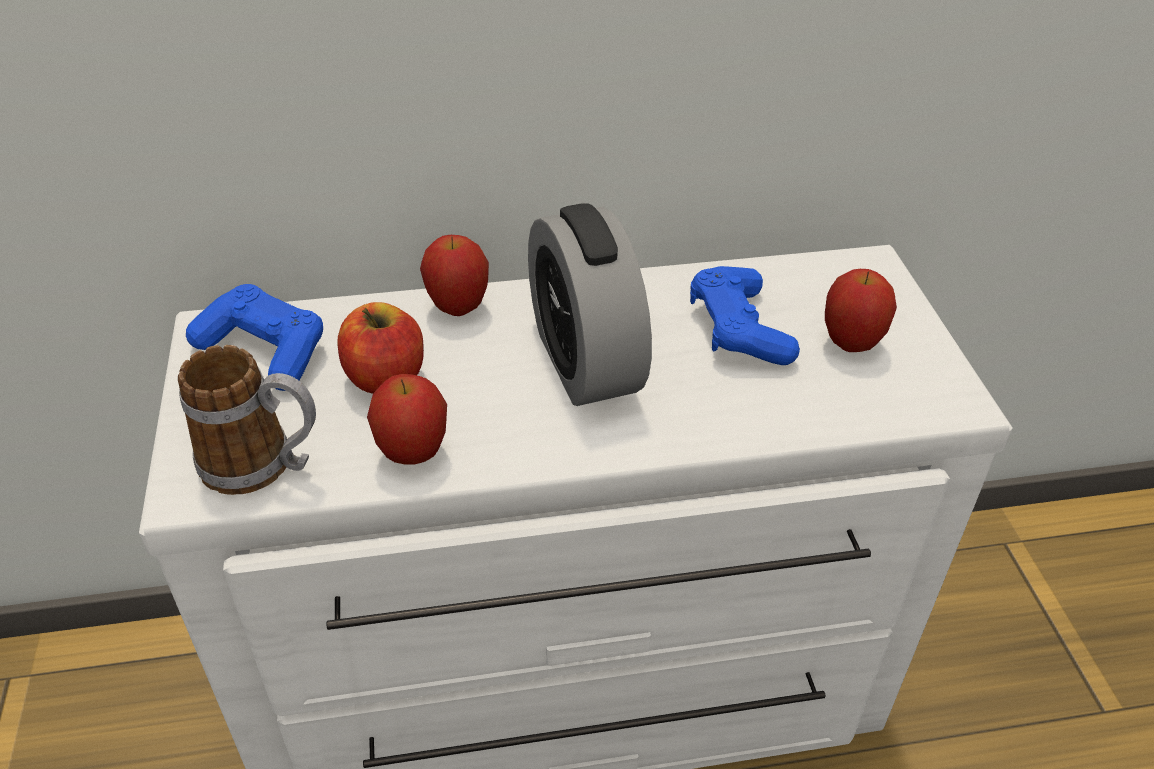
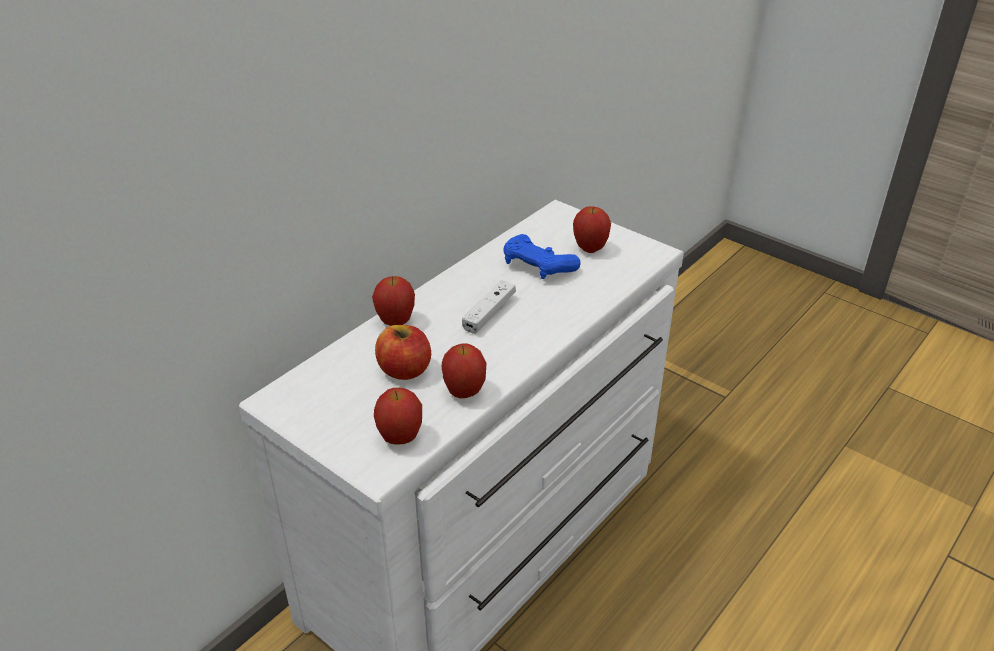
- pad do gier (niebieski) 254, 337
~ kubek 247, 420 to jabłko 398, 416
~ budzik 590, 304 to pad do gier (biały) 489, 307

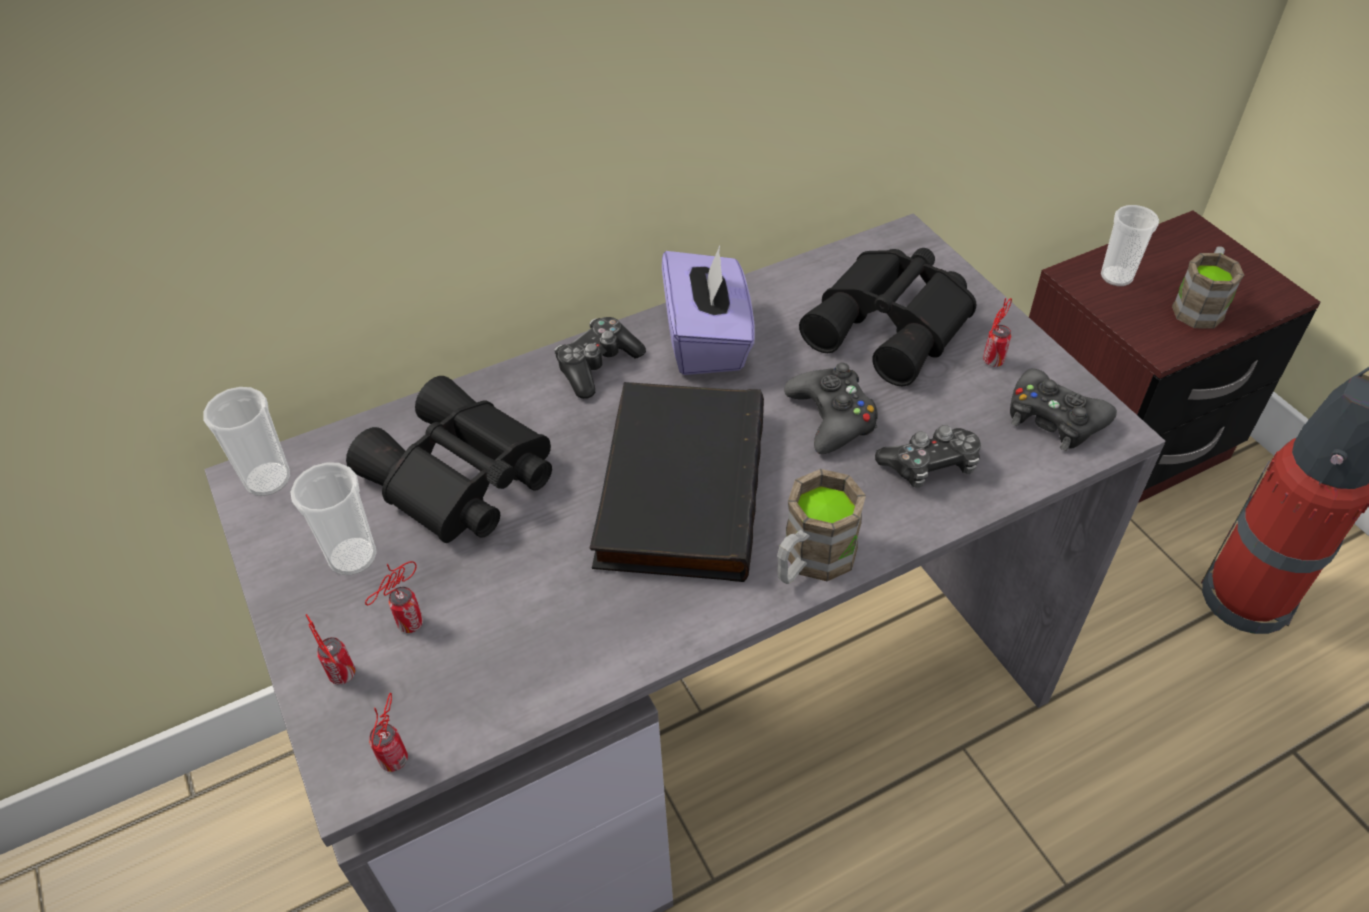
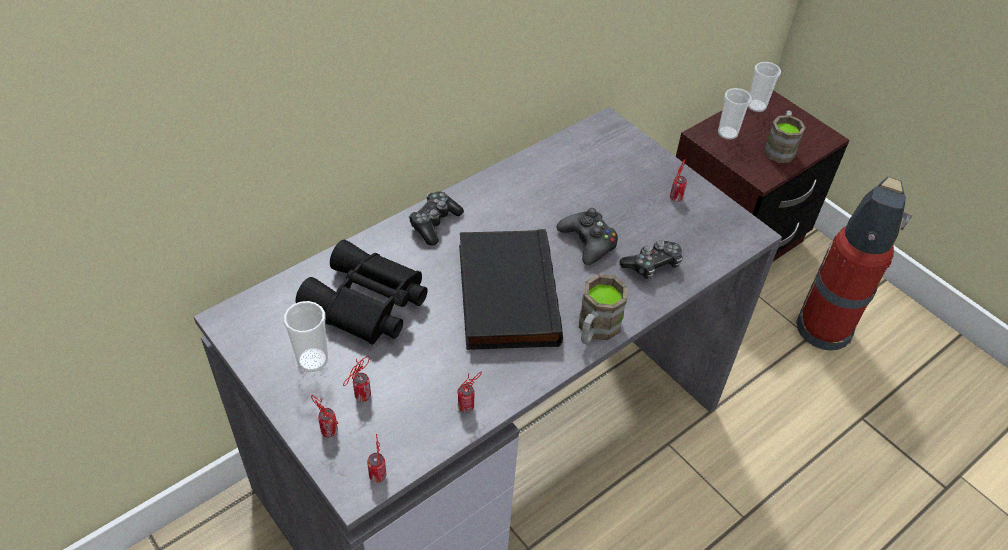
- pudełko chusteczek (fioletowy) 708, 310
- lornetka (czarny) 887, 317
- pad do gier (czarny) 1063, 409
+ puszka 469, 392
~ filiżanka 246, 441 to 764, 87

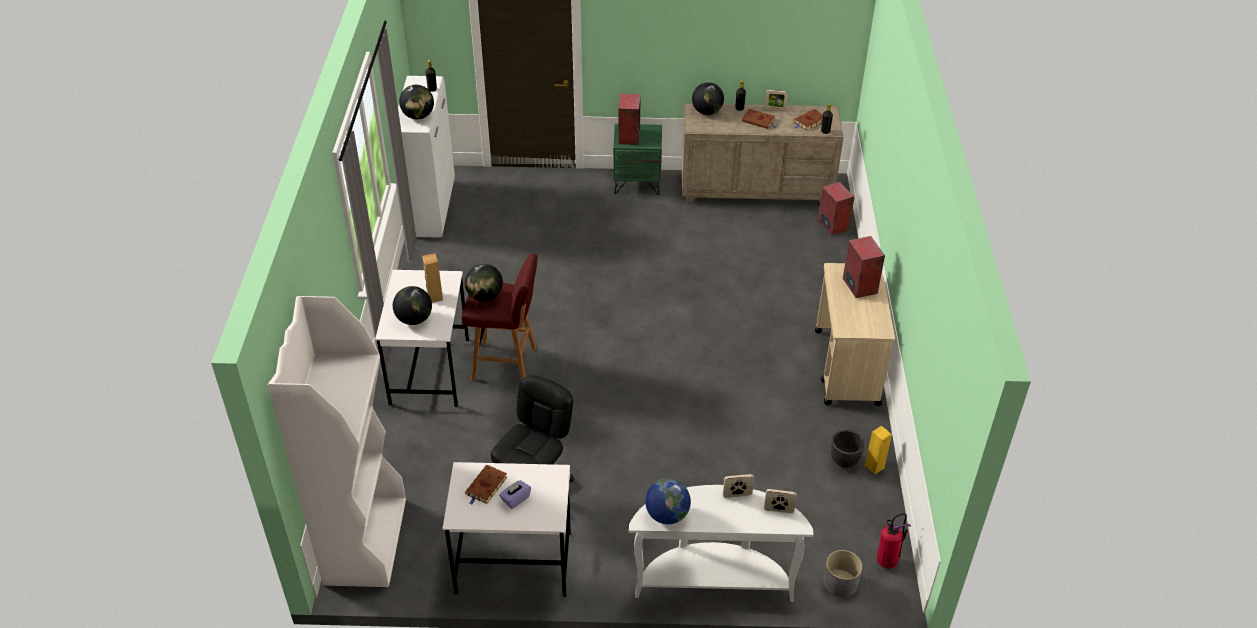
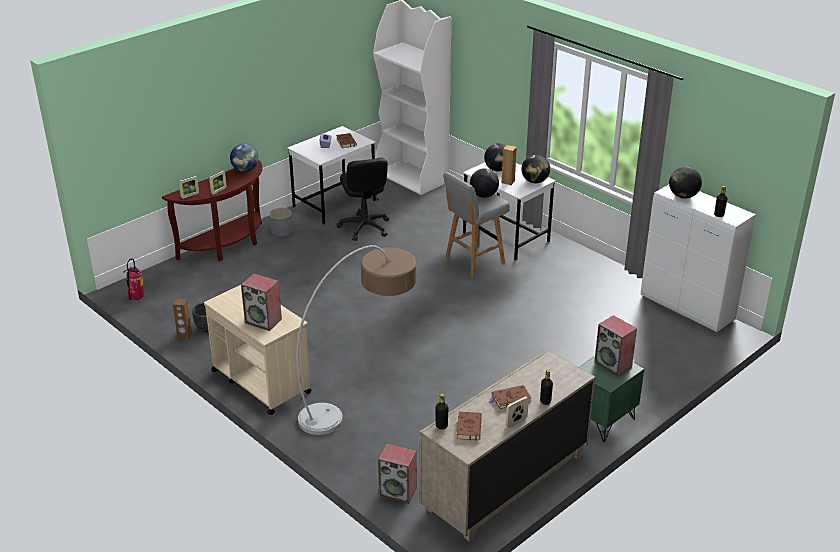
+ lampa stojąca 356, 340
~ globus 708, 98 to 535, 169
~ donica (szary) 843, 573 to 281, 222
~ stołek (czerwony) 500, 317 to stołek (szary) 476, 225
~ stolik konsolowy (biały) 721, 543 to stolik konsolowy (brązowy) 212, 210
~ głośnik (żółty) 878, 449 to głośnik (brązowy) 182, 319

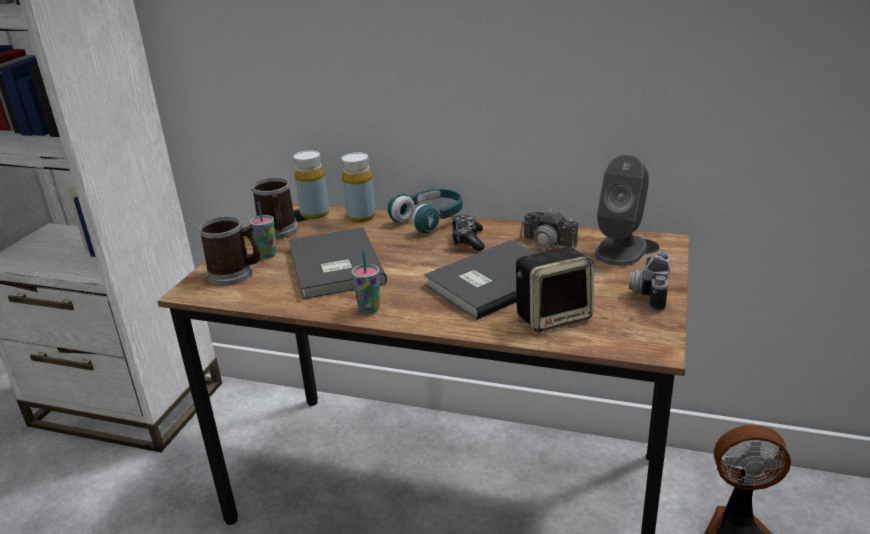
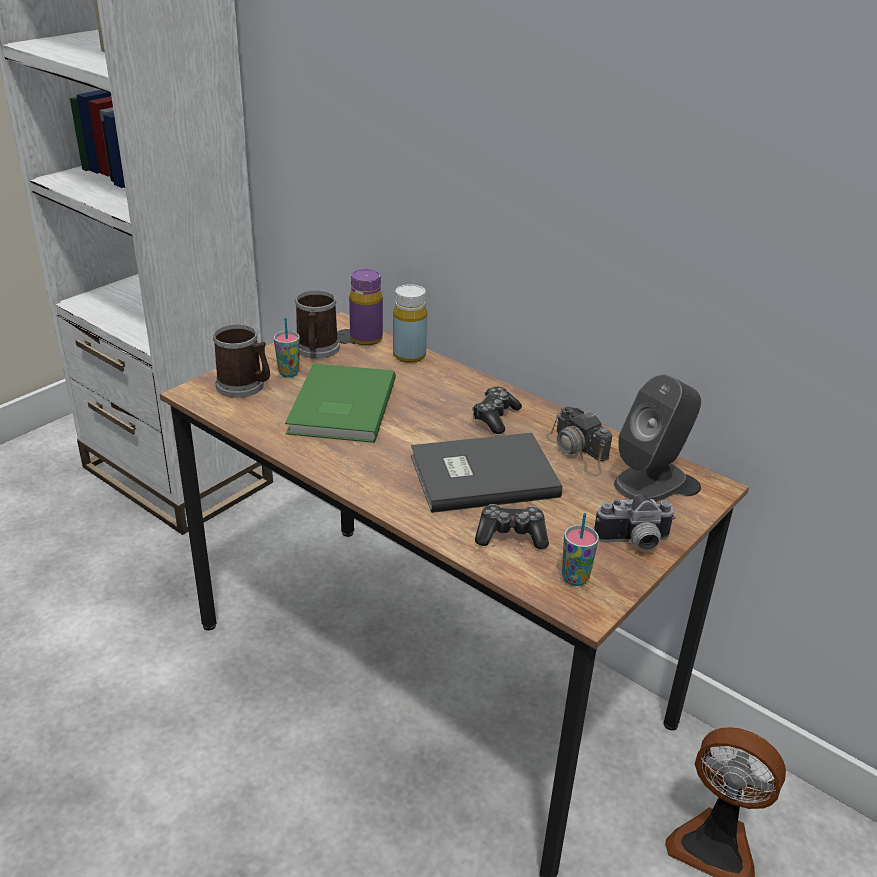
- słuchawki (turkusowy) 425, 211
~ filiżanka 365, 282 to 580, 549
~ głośnik 555, 289 to pad do gier 512, 526
~ książka (szary) 338, 263 to książka (zielony) 340, 403
~ butelka (żółty) 311, 184 to butelka (fioletowy) 366, 307
~ aparat fotograficzny 649, 281 = 635, 522 135 degrees counterclockwise

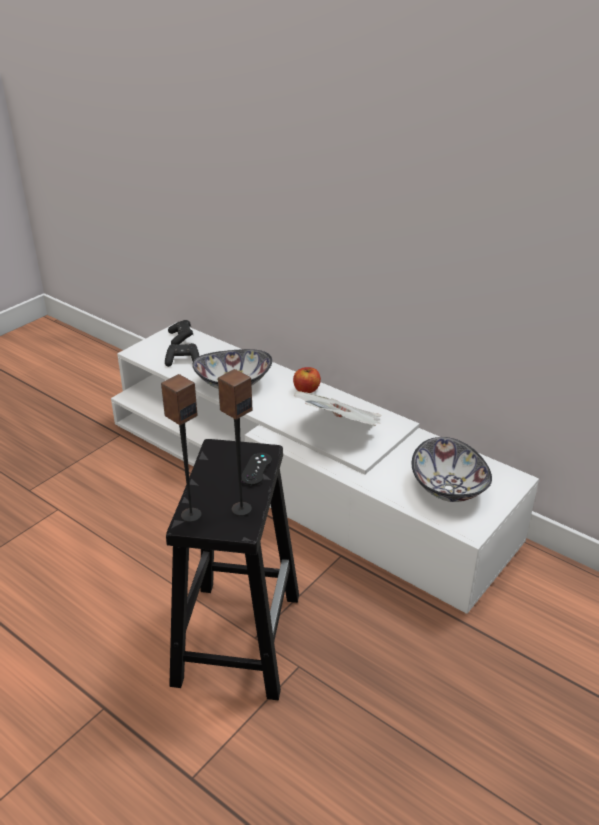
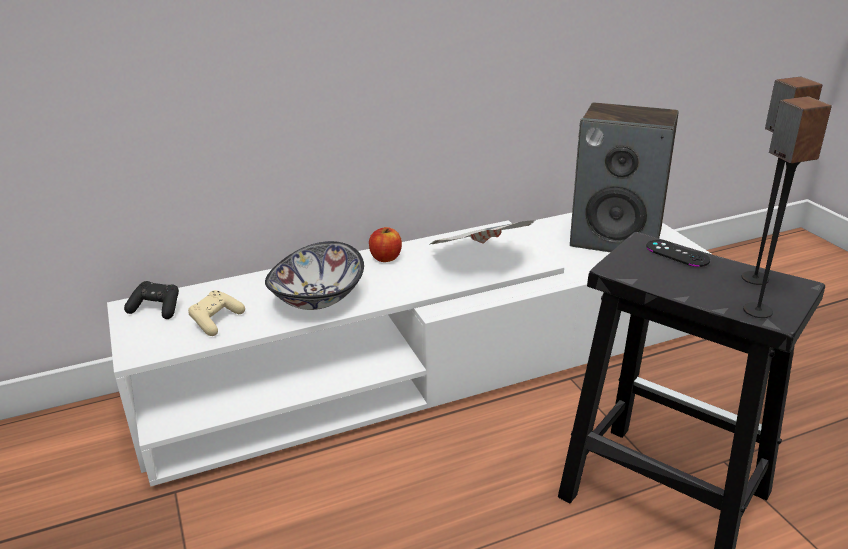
~ miska 452, 469 to głośnik 624, 177
~ pad do gier (czarny) 182, 355 to pad do gier (beżowy) 216, 313

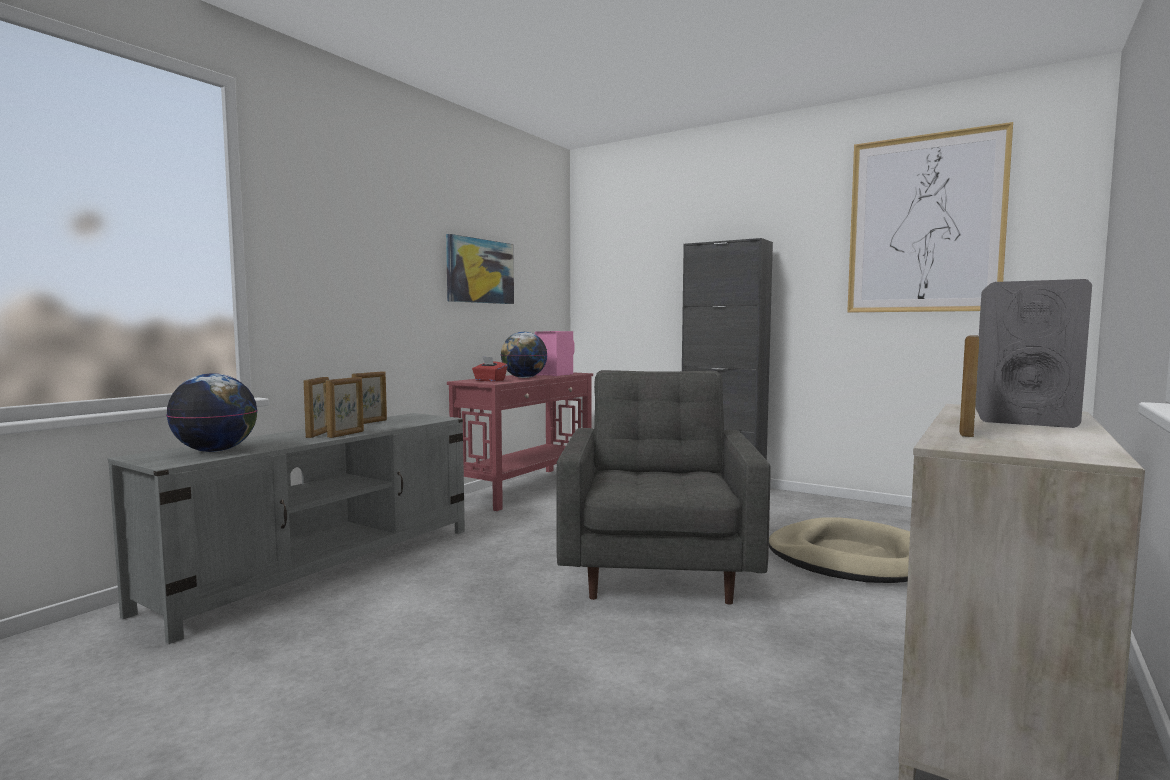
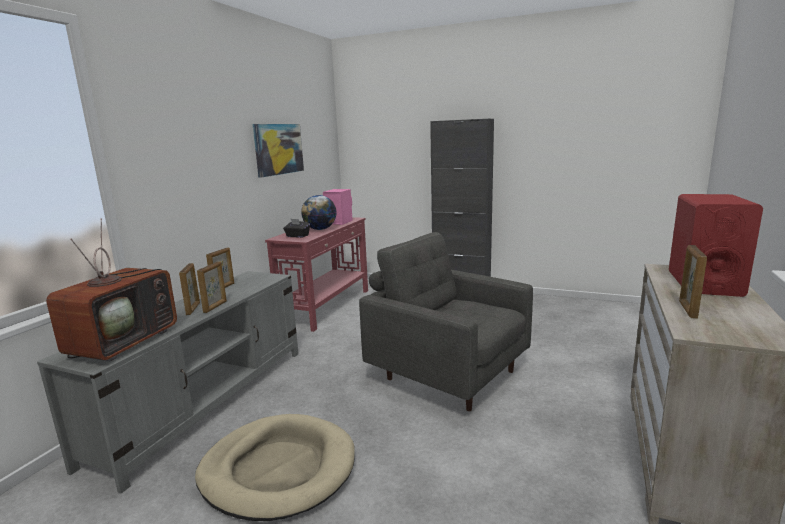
- obraz 930, 217
~ legowisko (beżowy) 839, 550 to 275, 467
~ globus 212, 412 to telewizor 111, 290
~ pudełko chusteczek (czerwony) 489, 369 to pudełko chusteczek (czarny) 296, 228
~ głośnik (szary) 1033, 353 to głośnik (czerwony) 716, 245
~ fotel (szary) 664, 487 = 446, 321 45 degrees counterclockwise

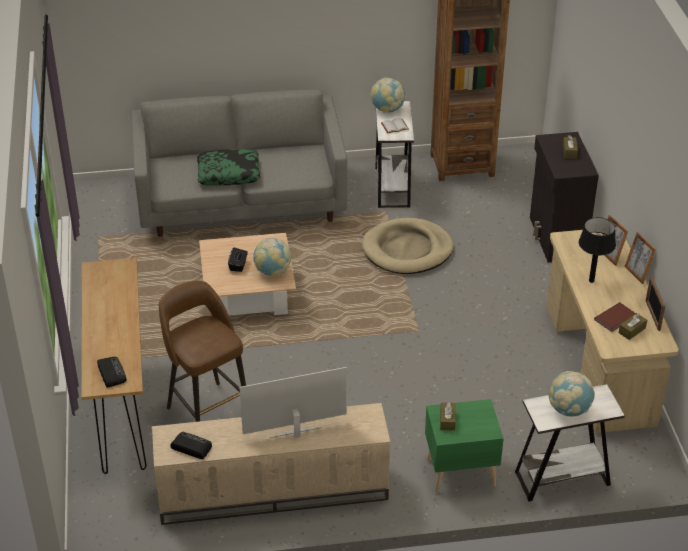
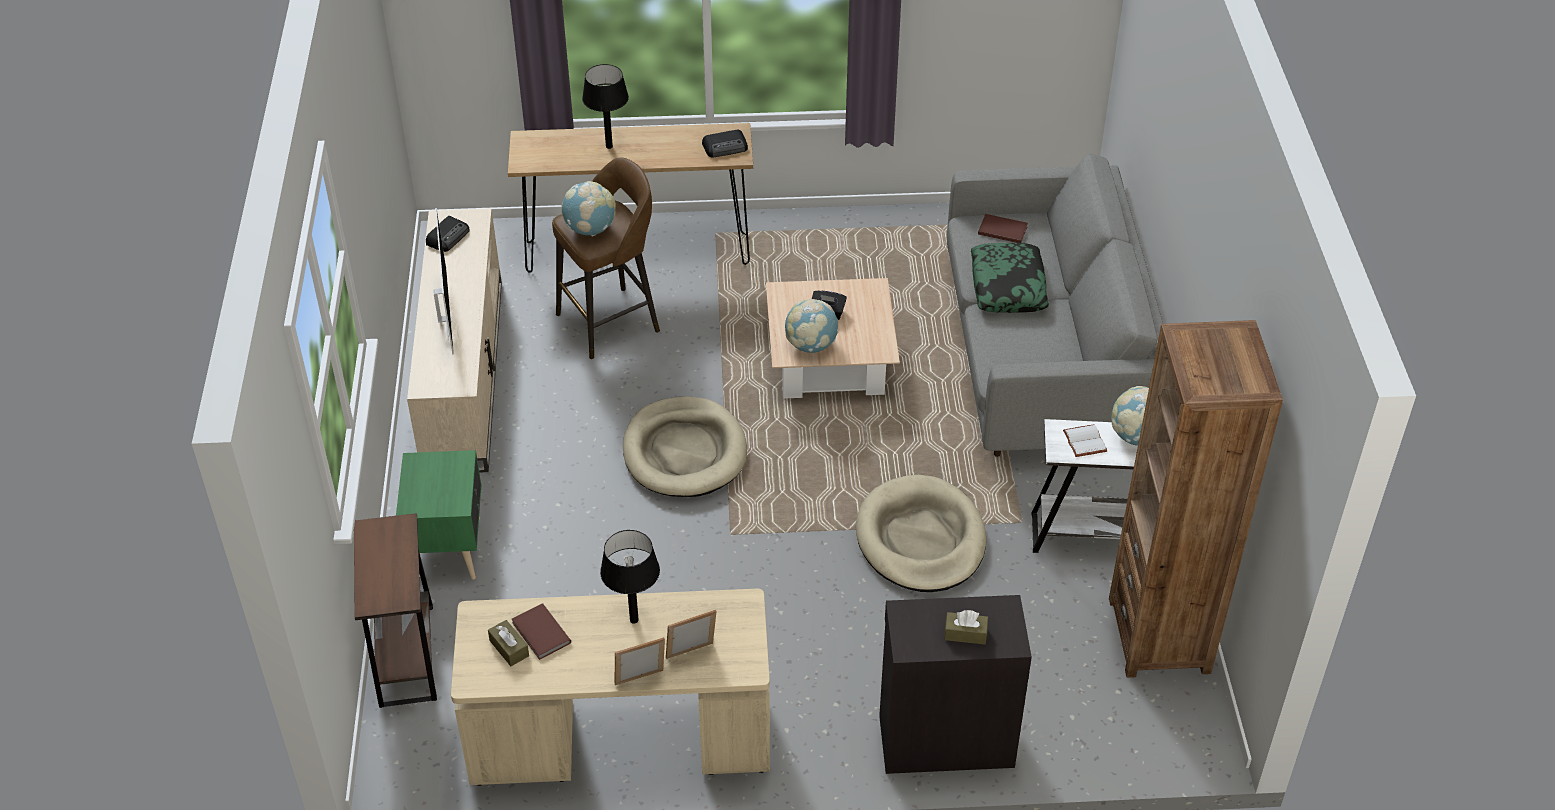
- pudełko chusteczek (brązowy) 448, 416
- ramka na zdjęcie 655, 303
+ lampa stołowa (czarny) 605, 106
+ legowisko (beżowy) 685, 447
+ książka (brązowy) 1003, 228
~ radio 112, 372 to 725, 144
~ globus 572, 394 to 588, 208
~ stolik (biały) 570, 443 to stolik (brązowy) 395, 610

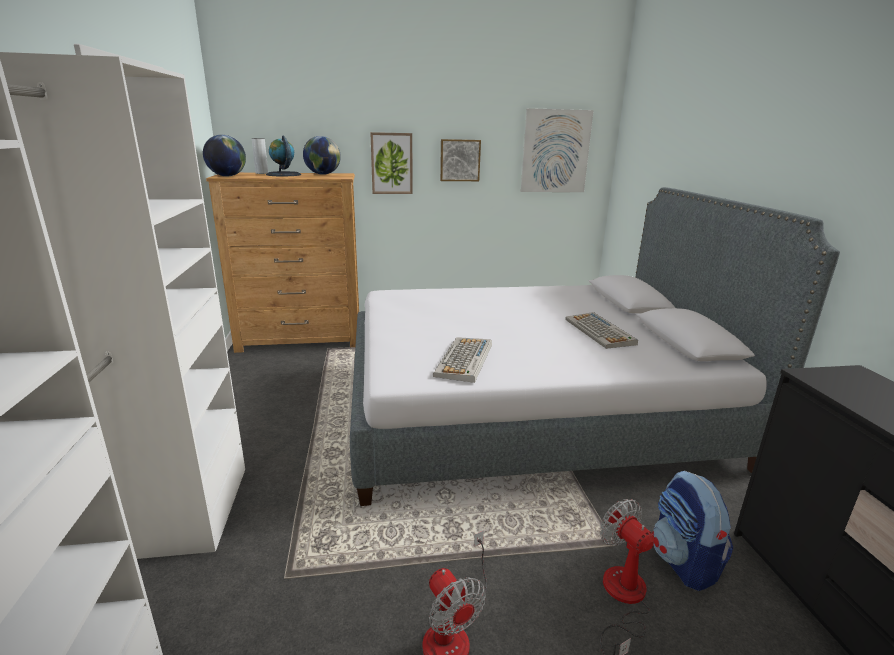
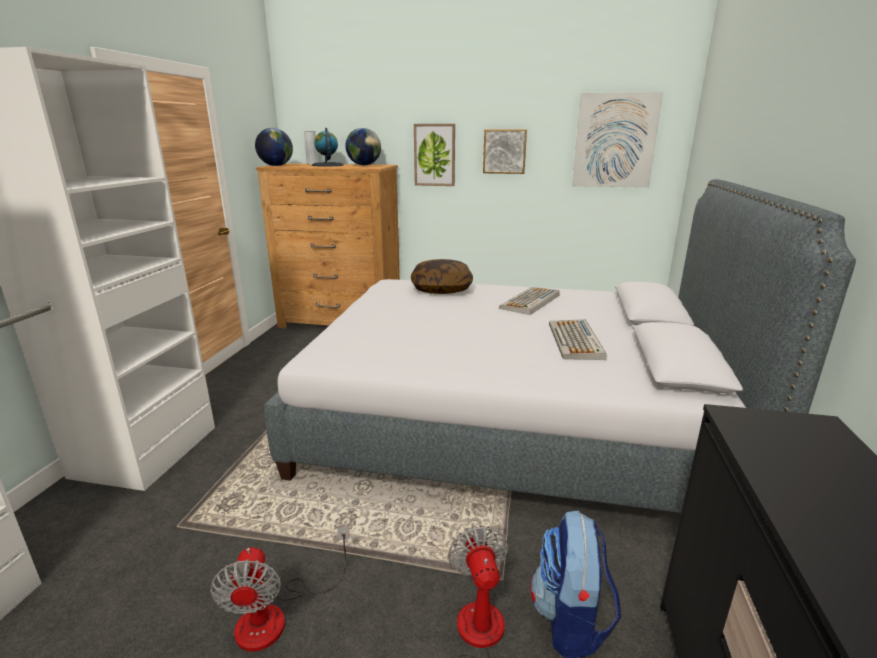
+ poduszka 442, 276
~ klawiatura 462, 360 to 529, 301

